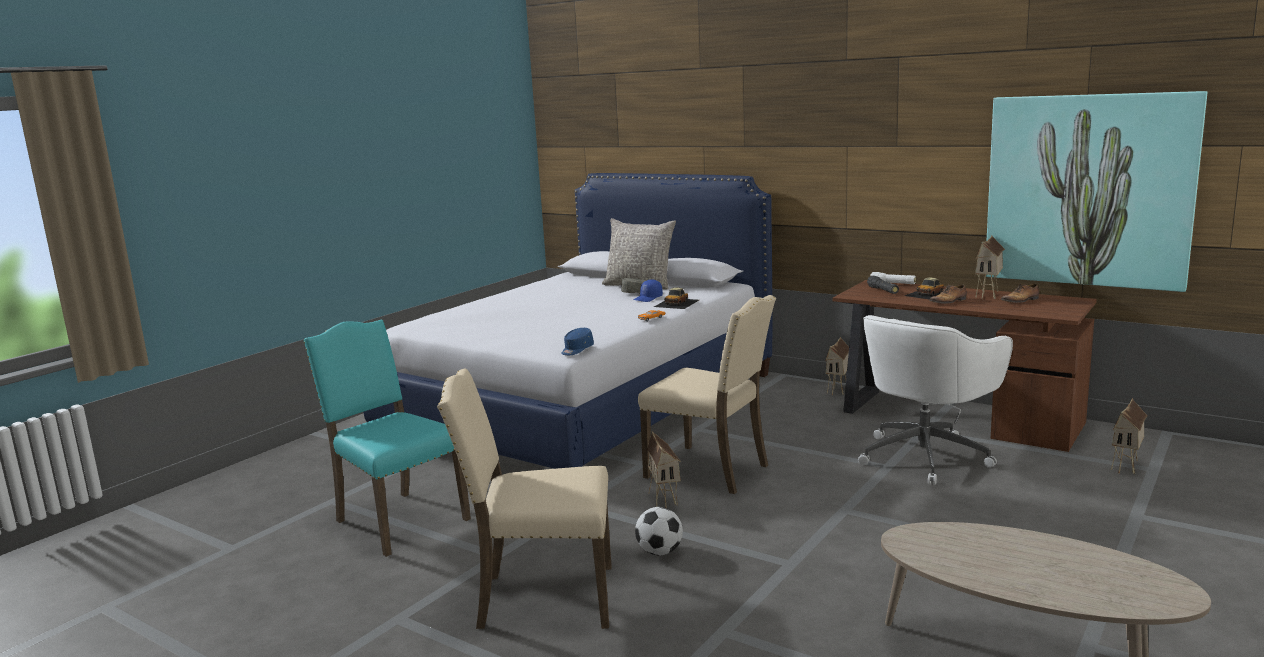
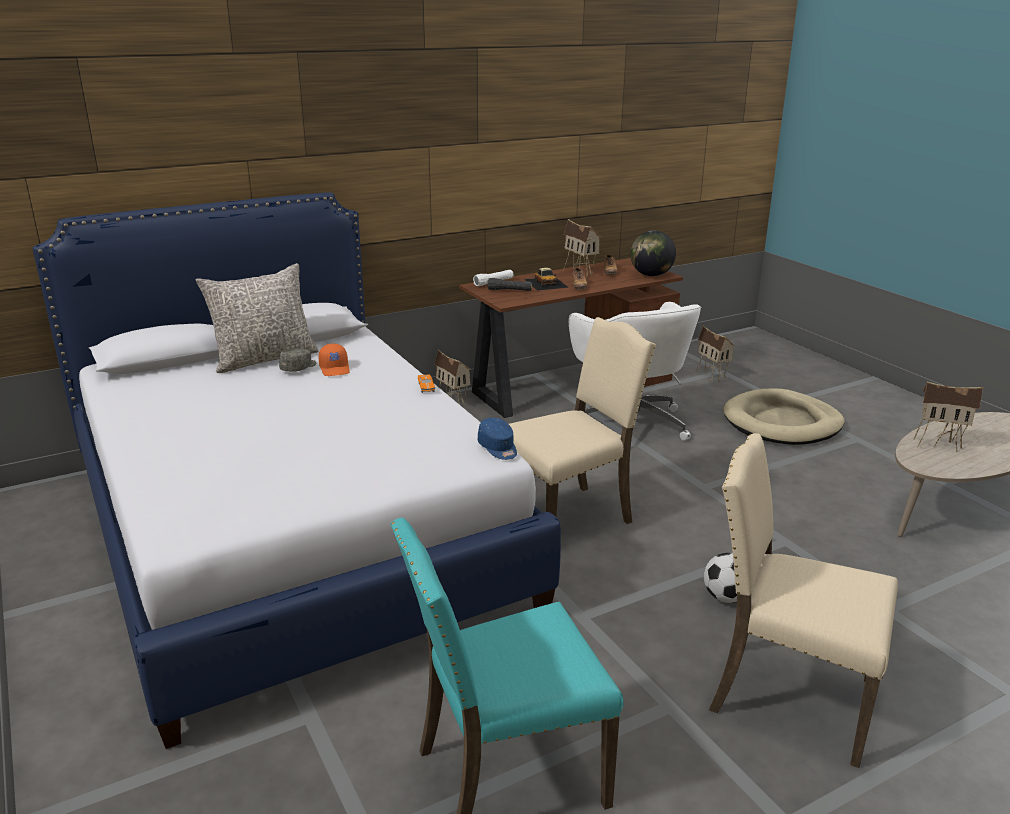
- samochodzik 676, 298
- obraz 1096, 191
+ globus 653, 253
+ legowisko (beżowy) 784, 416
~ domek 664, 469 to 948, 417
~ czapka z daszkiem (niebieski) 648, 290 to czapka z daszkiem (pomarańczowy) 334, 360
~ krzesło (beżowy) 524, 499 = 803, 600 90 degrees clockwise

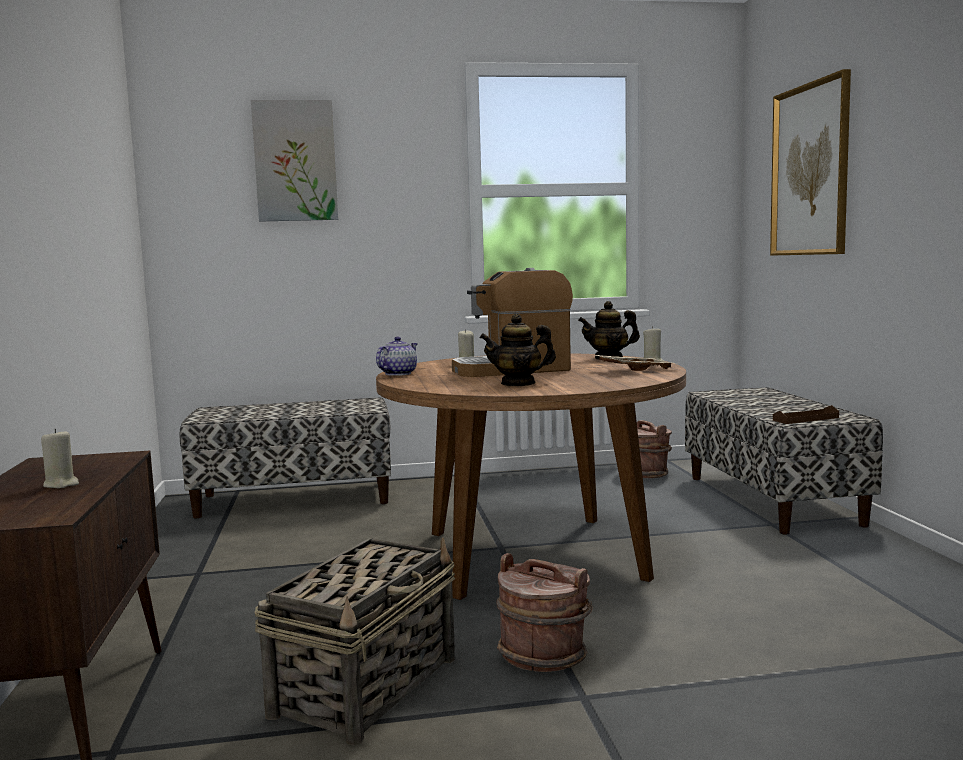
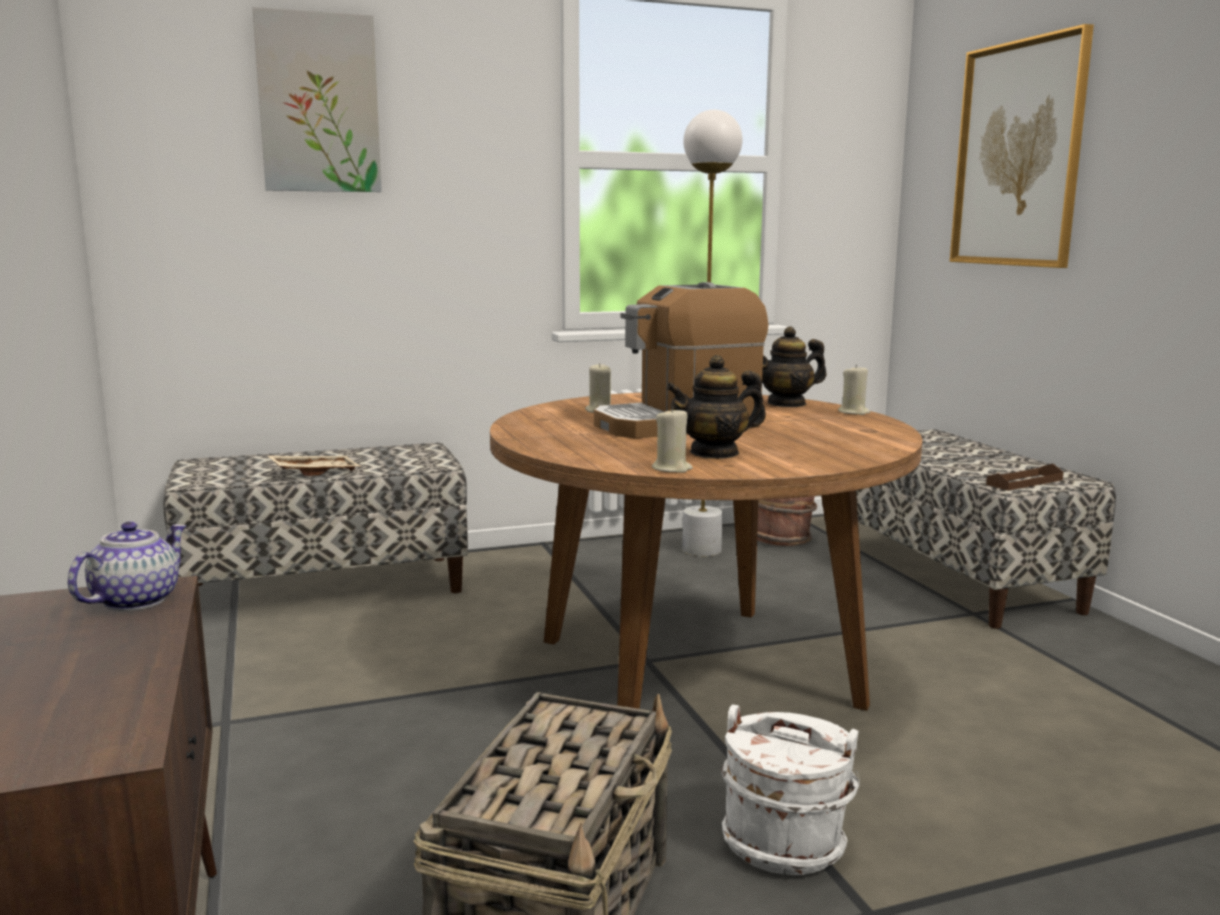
+ lampa stojąca (biały) 712, 333
~ świeca (beżowy) 60, 458 to 672, 440
~ imbryk 397, 356 to 127, 566
~ taca (beżowy) 636, 363 to 313, 465
~ wiadro (brązowy) 544, 612 to wiadro (biały) 790, 789

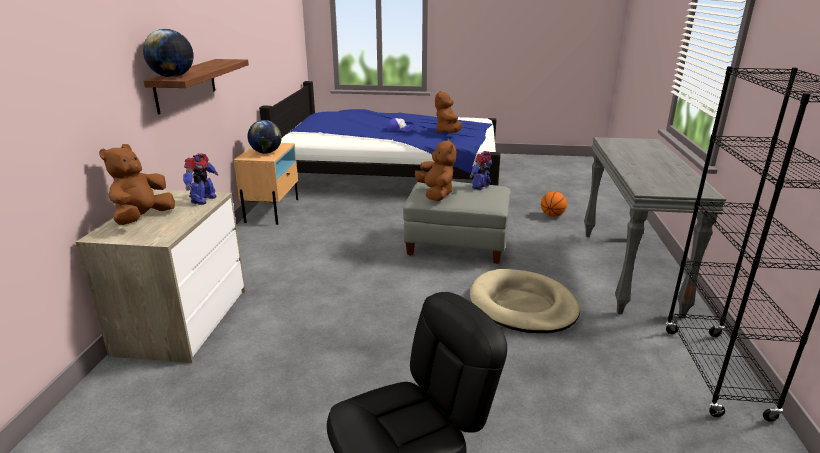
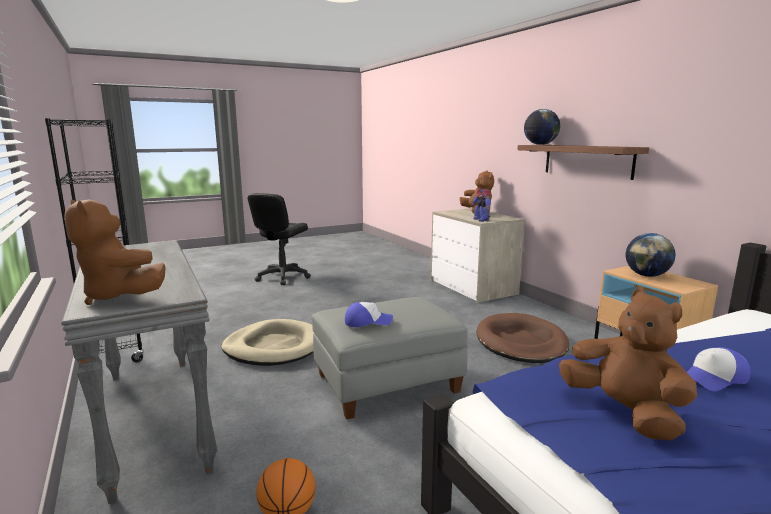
+ legowisko (brązowy) 522, 338
~ pluszak (brązowy) 435, 169 to 115, 252
~ robot zabawkowy 481, 170 to czapka z daszkiem 369, 314

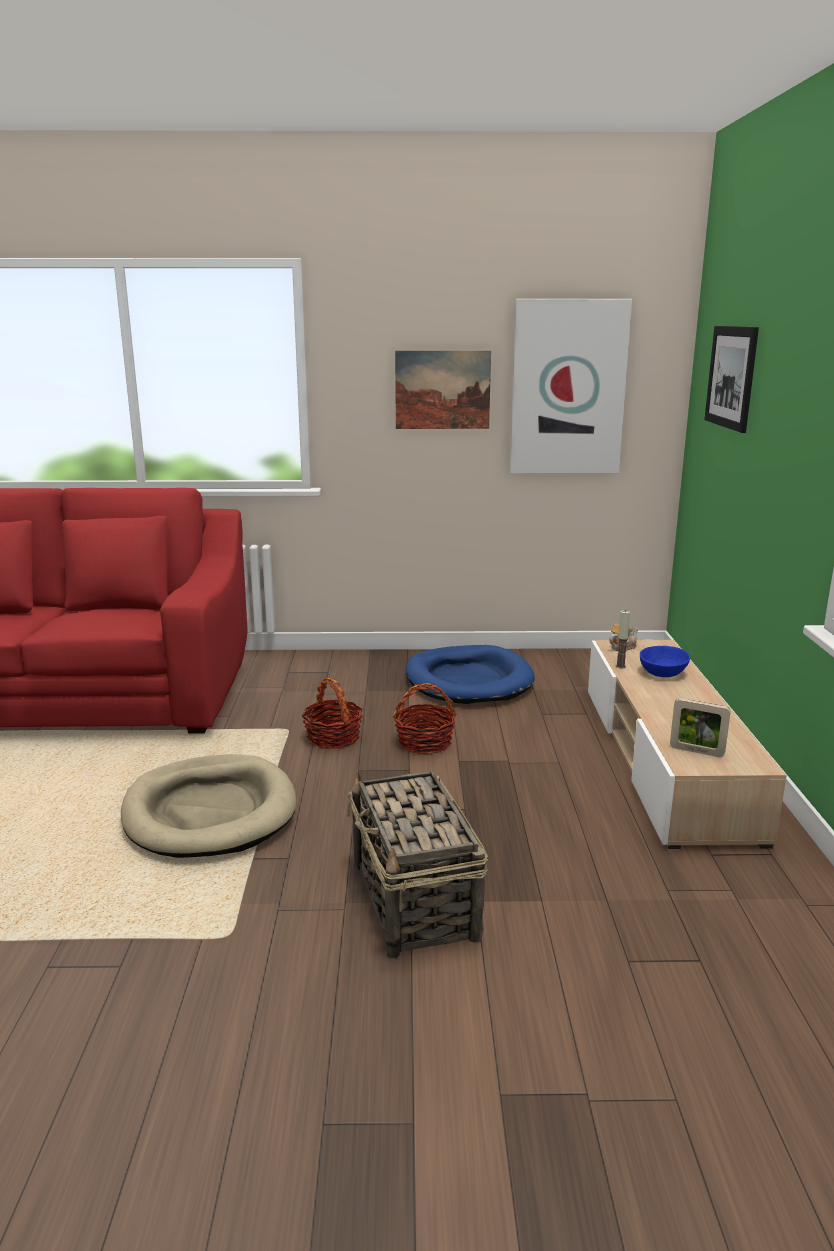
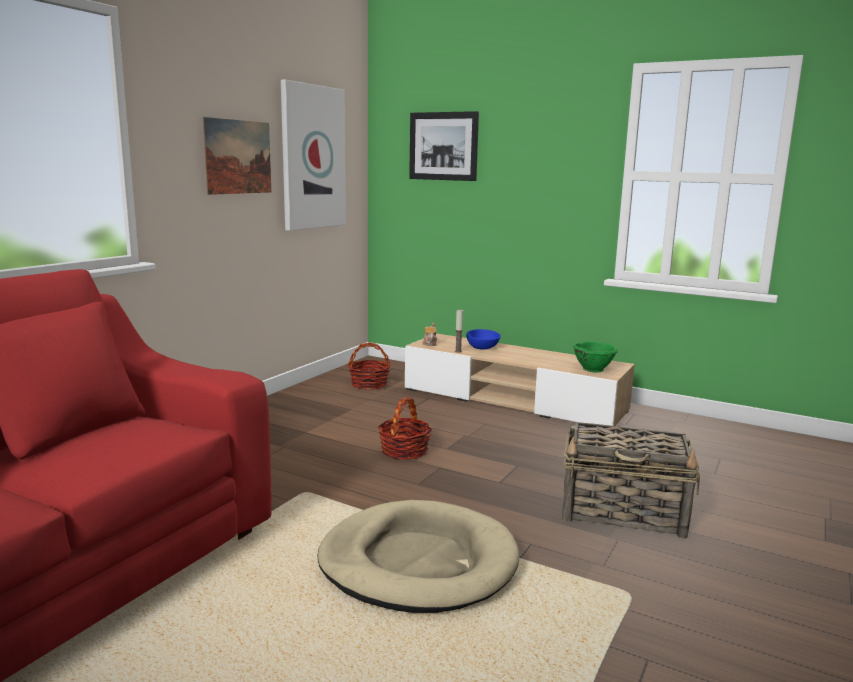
- legowisko (niebieski) 470, 674
~ koszyk 332, 713 to 369, 366
~ ramka na zdjęcie 700, 727 to miska (zielony) 595, 357

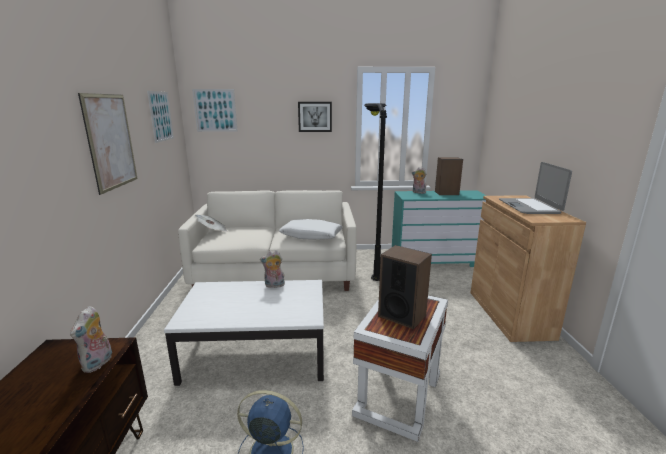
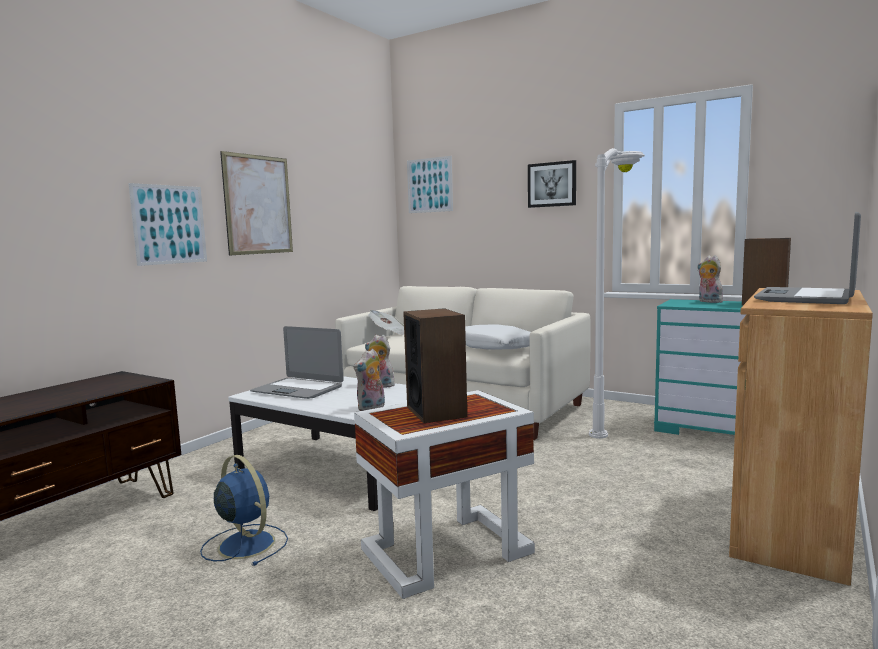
+ laptop 297, 362
~ pluszak 91, 339 to 369, 380
~ obraz 160, 117 to 167, 224
~ lampa stojąca (czarny) 375, 192 to lampa stojąca (biały) 617, 293

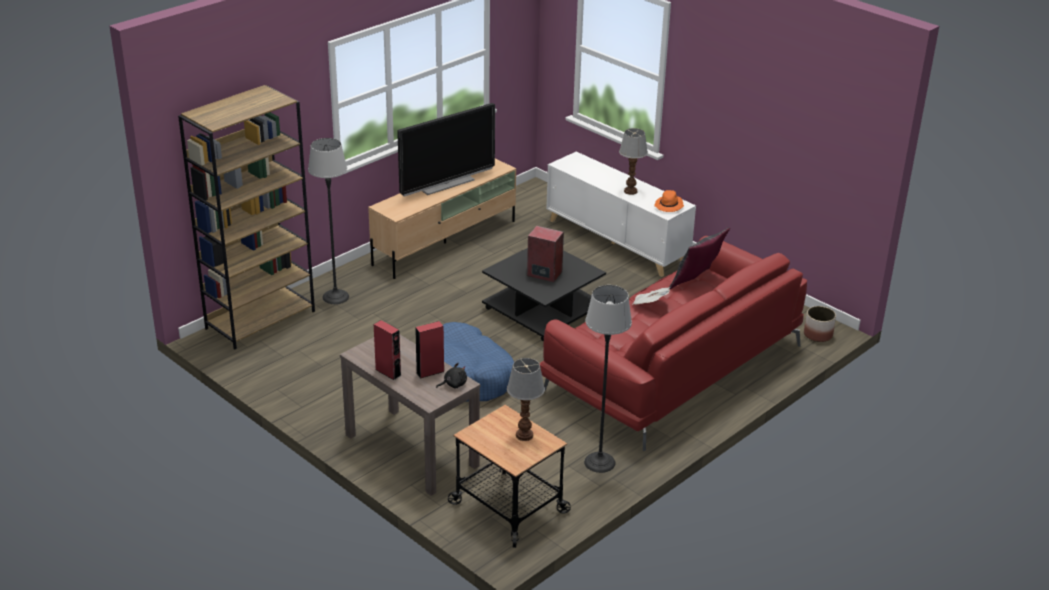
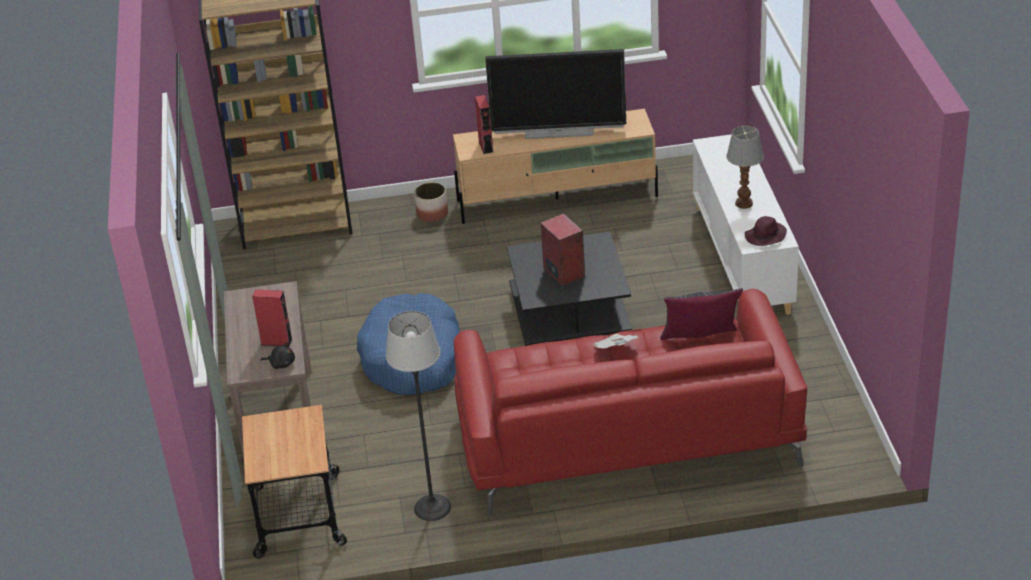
- lampa stojąca 328, 221
- lampa stołowa 526, 399
~ głośnik (czerwony) 387, 350 to 484, 124
~ donica 820, 324 to 431, 202
~ kapelusz (pomarańczowy) 669, 201 to kapelusz (fioletowy) 766, 231

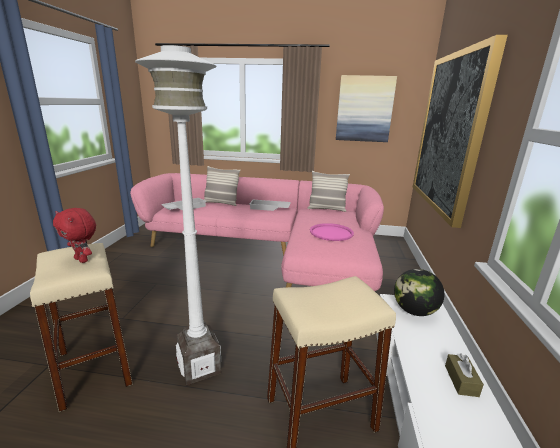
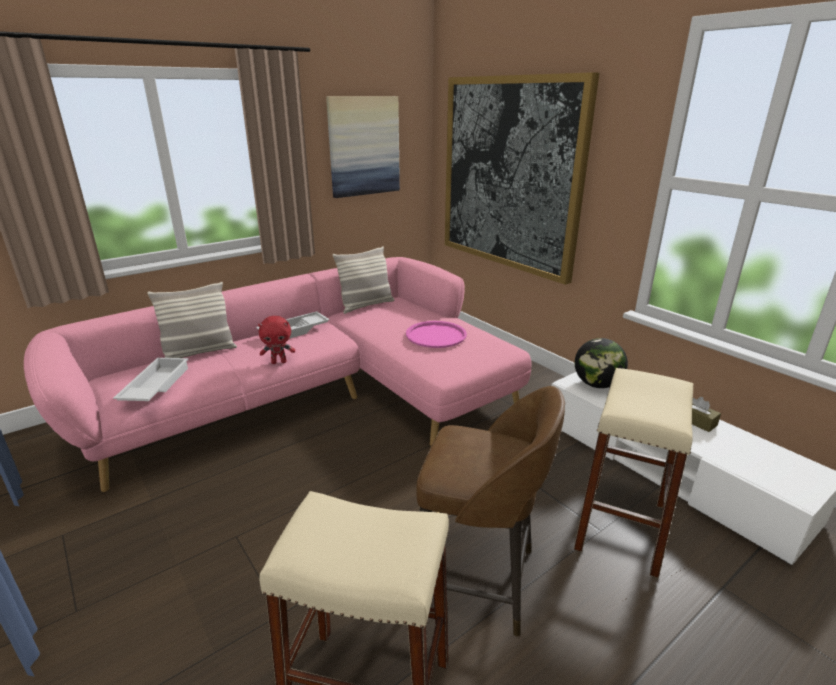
~ pluszak (czerwony) 74, 235 to 276, 340
~ lampa stojąca (biały) 178, 215 to stołek (brązowy) 491, 511

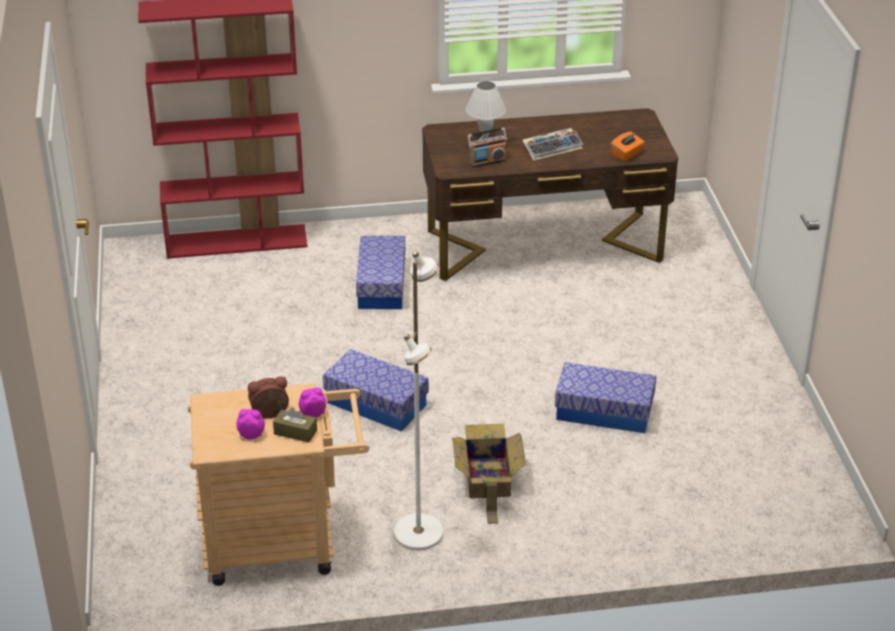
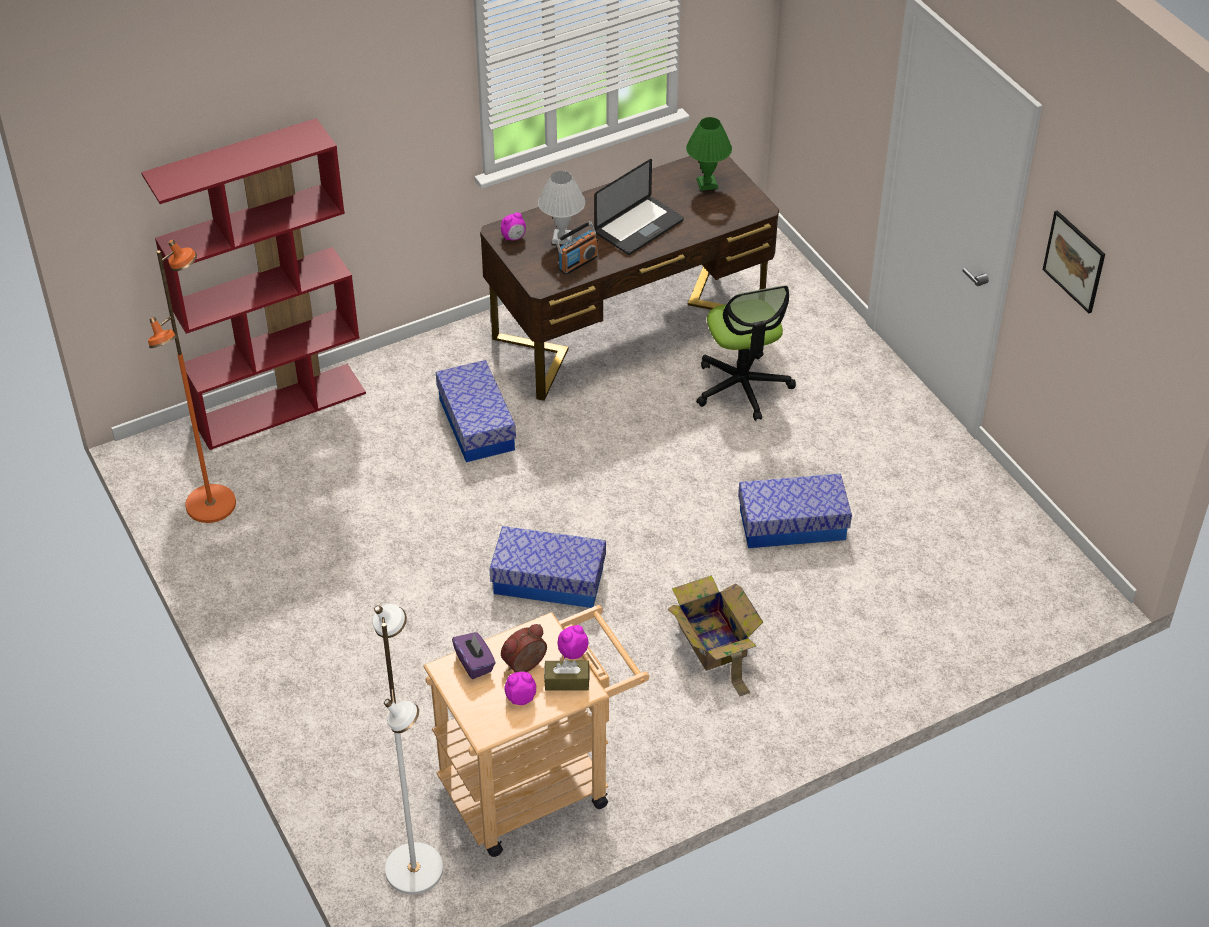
- pudełko chusteczek (pomarańczowy) 628, 146
+ lampa stojąca (pomarańczowy) 192, 381
+ pudełko chusteczek (fioletowy) 474, 655
+ budzik 513, 226
+ lampa stołowa (zielony) 709, 154
+ krzesło biurowe 746, 353
+ obraz 1074, 261
~ lampa stojąca (biały) 418, 401 to 407, 749
~ klawiatura 553, 144 to laptop 639, 207

